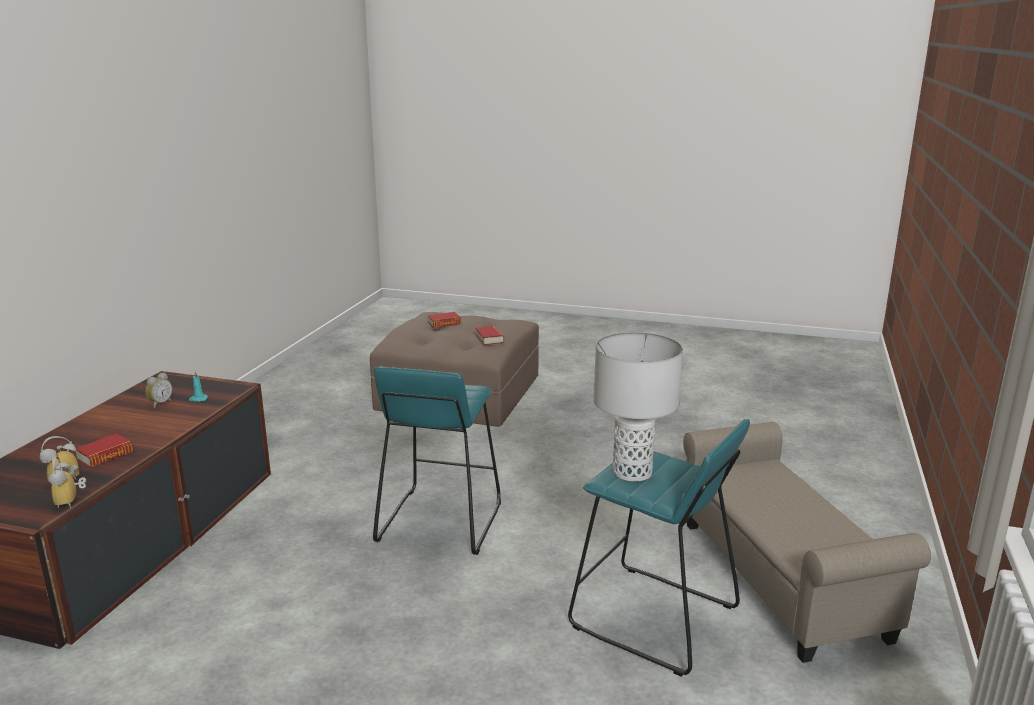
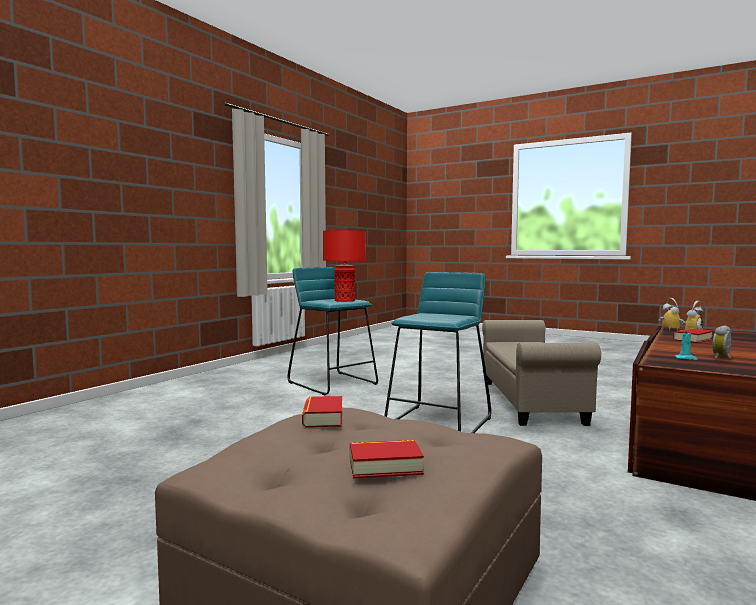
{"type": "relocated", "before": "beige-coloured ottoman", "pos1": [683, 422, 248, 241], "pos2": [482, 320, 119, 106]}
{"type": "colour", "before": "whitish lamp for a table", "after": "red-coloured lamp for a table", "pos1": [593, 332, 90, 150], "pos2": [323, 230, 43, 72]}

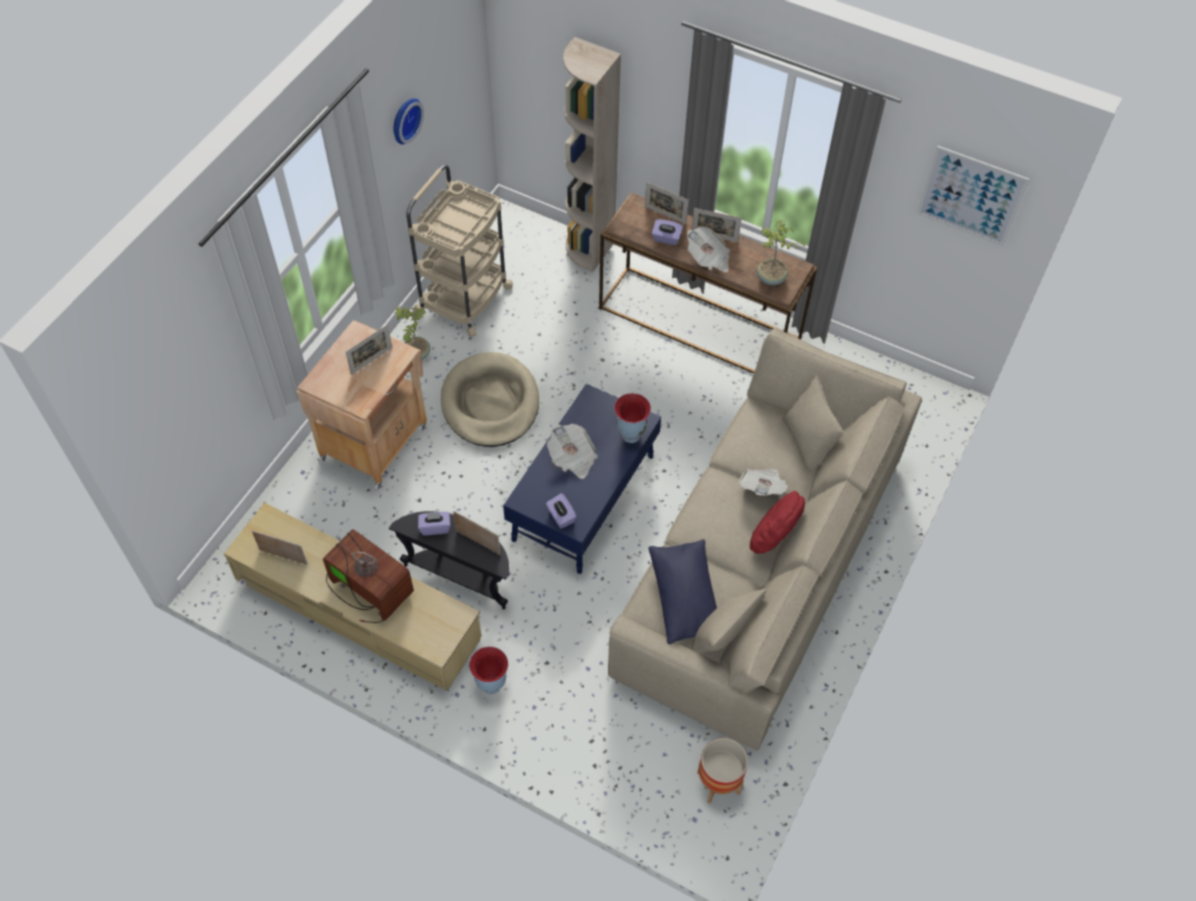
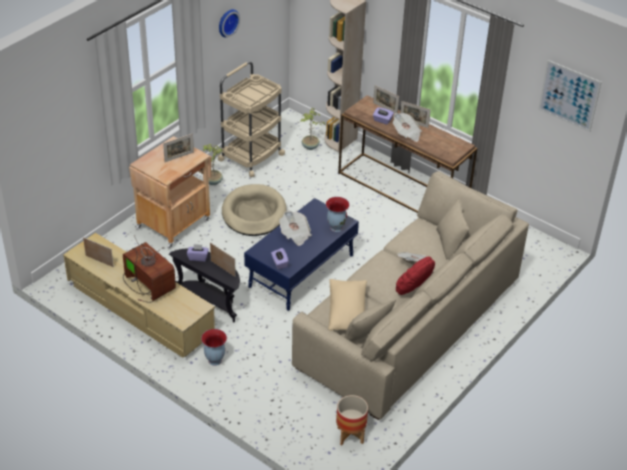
{"type": "relocated", "before": "plant in a pot", "pos1": [757, 220, 48, 65], "pos2": [301, 108, 24, 42]}
{"type": "colour", "before": "blue throw pillow", "after": "beige-coloured throw pillow", "pos1": [648, 539, 69, 105], "pos2": [328, 279, 39, 52]}

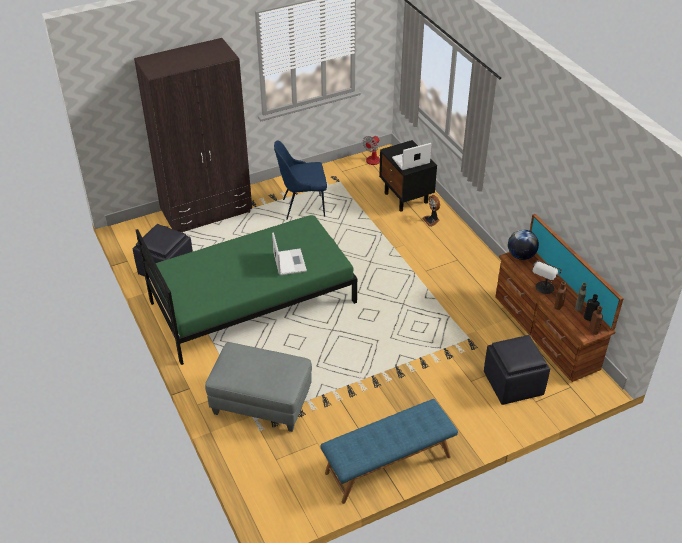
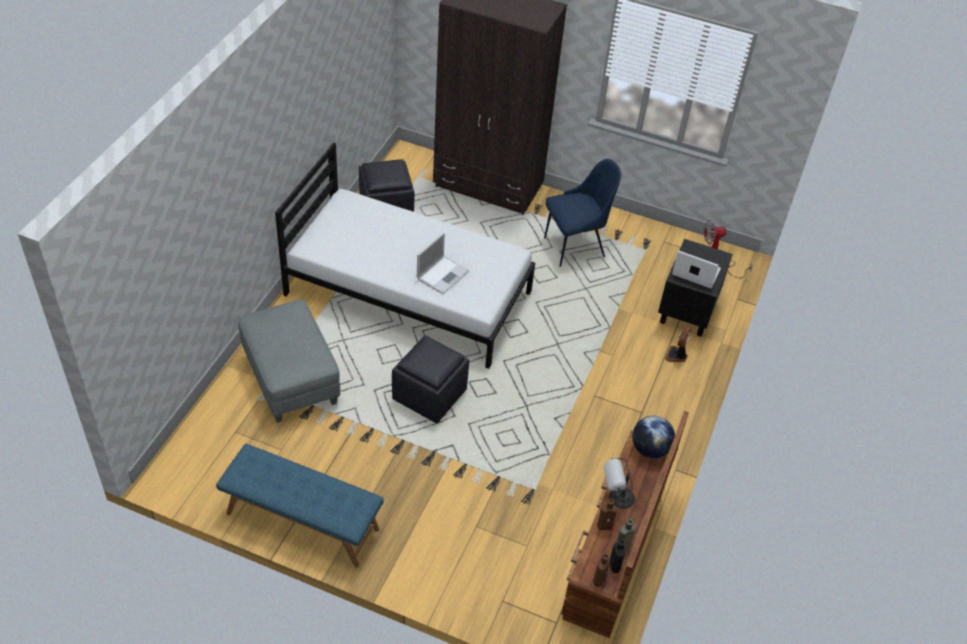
{"type": "relocated", "before": "blackish ottoman", "pos1": [484, 335, 66, 70], "pos2": [392, 335, 77, 88]}
{"type": "colour", "before": "greenish bedroom bed", "after": "whitish bedroom bed", "pos1": [136, 215, 221, 150], "pos2": [275, 142, 260, 227]}
{"type": "spun", "before": "blue plain chair", "pos1": [274, 140, 53, 80], "pos2": [544, 159, 77, 108], "turn": 120}

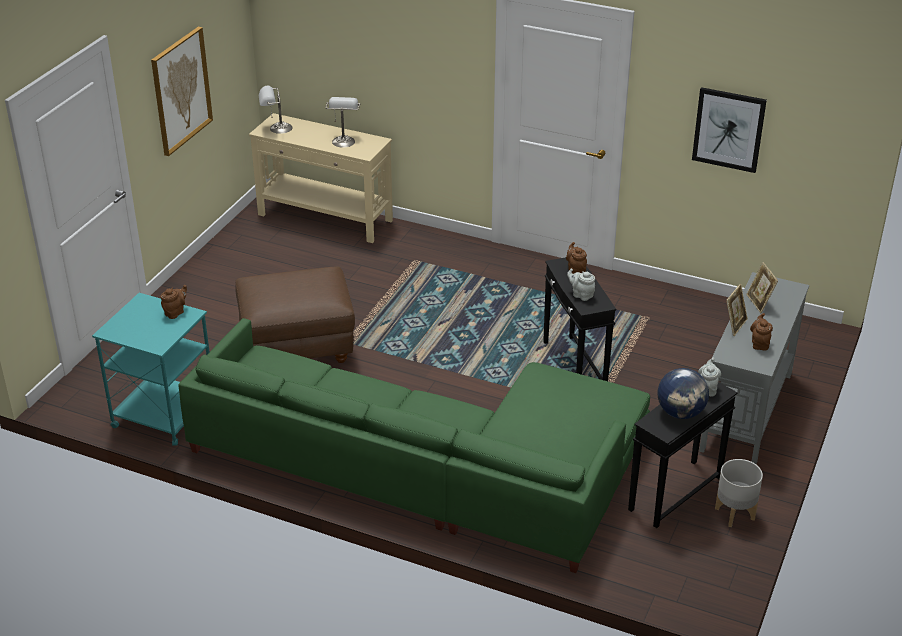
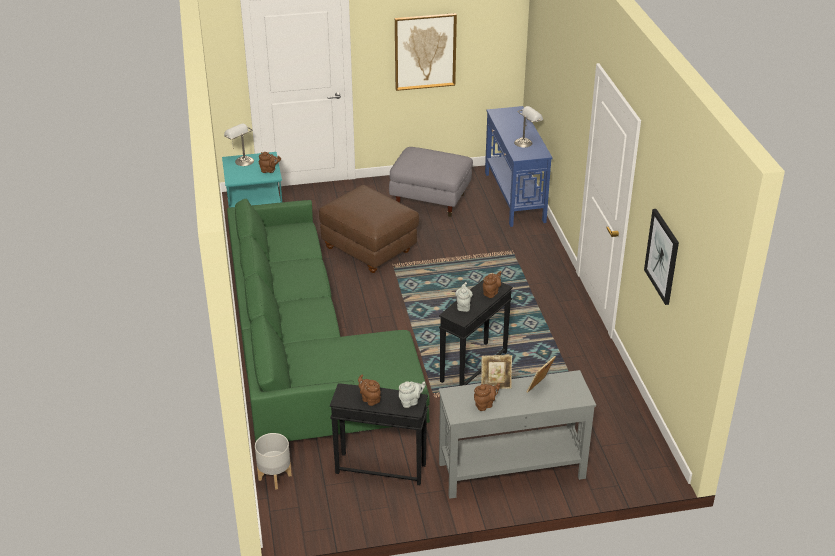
{"type": "appeared", "after": "greyish ottoman", "pos2": [389, 147, 84, 70]}
{"type": "relocated", "before": "whitish lamp for a table", "pos1": [259, 86, 34, 48], "pos2": [224, 123, 30, 43]}
{"type": "relocated", "before": "greyish plant pot", "pos1": [715, 459, 48, 68], "pos2": [255, 433, 37, 57]}
{"type": "exchanged", "before": "globe", "after": "brown tea pot", "pos1": [657, 368, 52, 51], "pos2": [358, 375, 23, 31]}
{"type": "colour", "before": "beige-coloured narrow table", "after": "blue narrow table", "pos1": [249, 113, 144, 130], "pos2": [485, 106, 68, 121]}

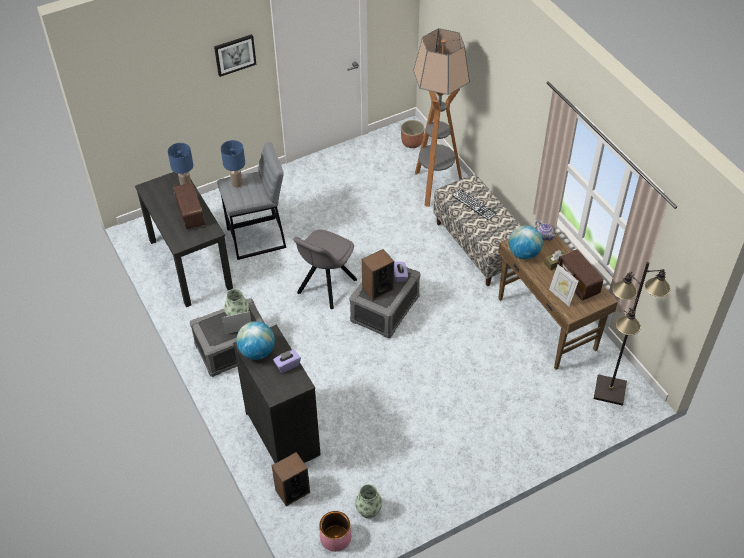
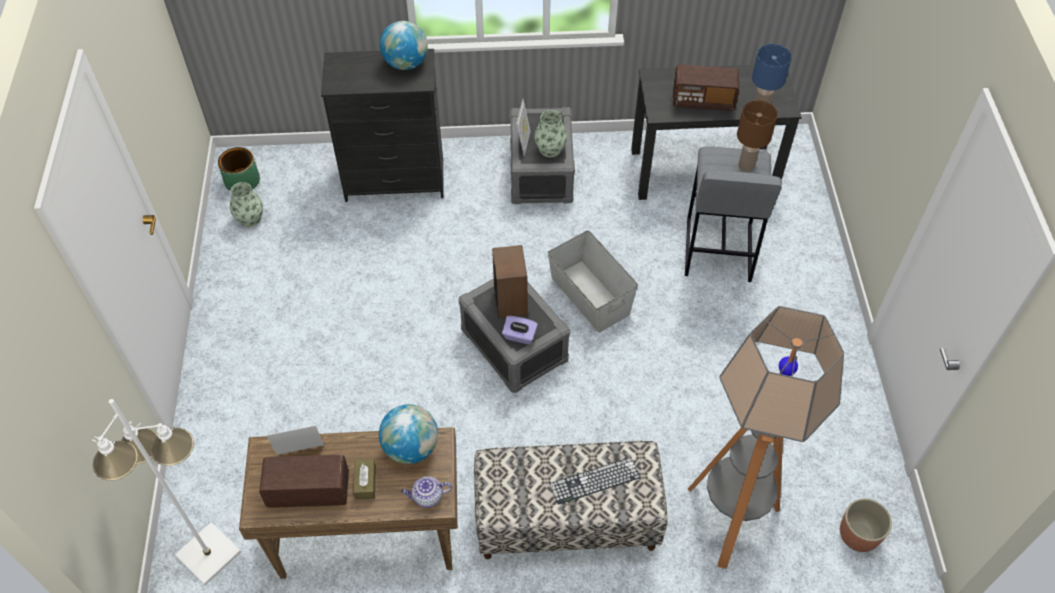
{"type": "missing", "before": "wall art", "pos1": [214, 34, 43, 43]}
{"type": "missing", "before": "audio speaker", "pos1": [271, 452, 39, 54]}
{"type": "missing", "before": "purple-coloured tissue holder", "pos1": [273, 350, 28, 23]}
{"type": "exchanged", "before": "greyish plain chair", "after": "greyish storage bin", "pos1": [293, 229, 64, 80], "pos2": [547, 230, 91, 103]}
{"type": "colour", "before": "blue lamp for a table", "after": "brown lamp for a table", "pos1": [221, 140, 24, 48], "pos2": [737, 100, 41, 72]}
{"type": "colour", "before": "pink-coloured plant pot", "after": "greenish plant pot", "pos1": [319, 511, 32, 41], "pos2": [218, 147, 42, 44]}
{"type": "colour", "before": "blackish floor lamp", "after": "whitish floor lamp", "pos1": [594, 262, 77, 144], "pos2": [92, 399, 149, 186]}

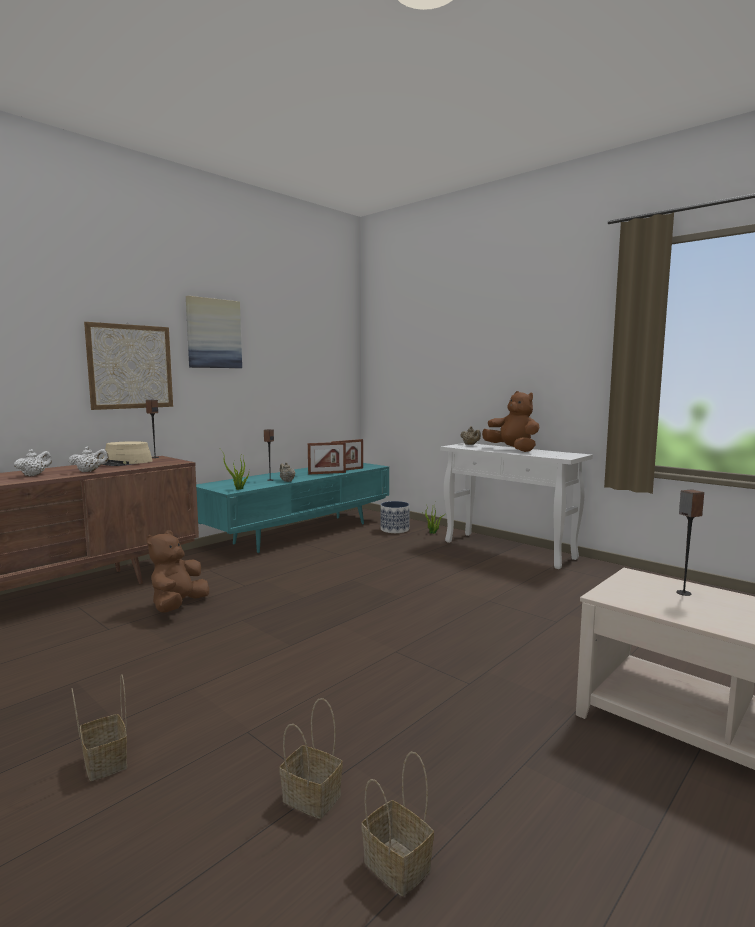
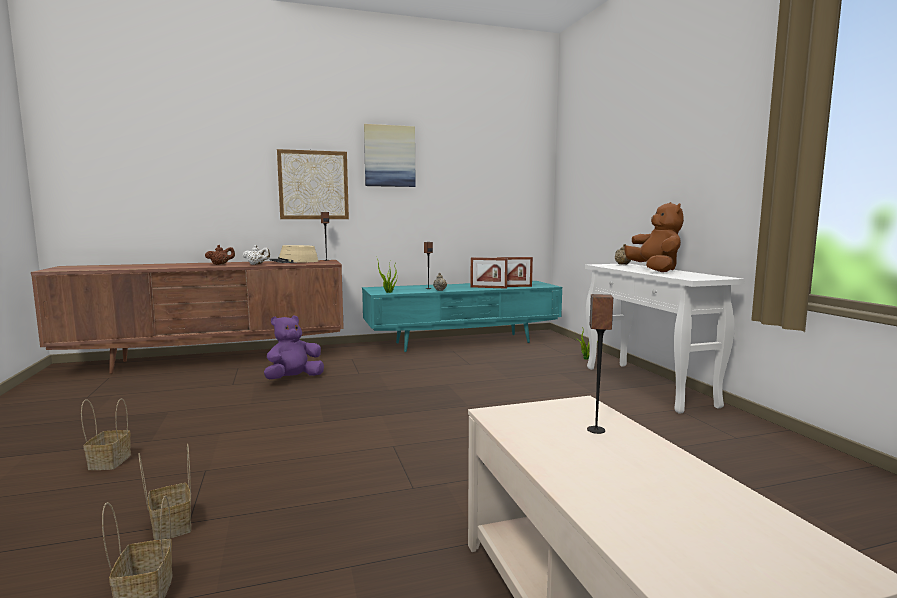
{"type": "missing", "before": "plant pot", "pos1": [381, 501, 29, 32]}
{"type": "colour", "before": "whitish tea pot", "after": "brown tea pot", "pos1": [14, 449, 38, 27], "pos2": [205, 245, 30, 20]}
{"type": "colour", "before": "brown soft toy", "after": "purple-coloured soft toy", "pos1": [147, 530, 62, 83], "pos2": [264, 316, 60, 63]}

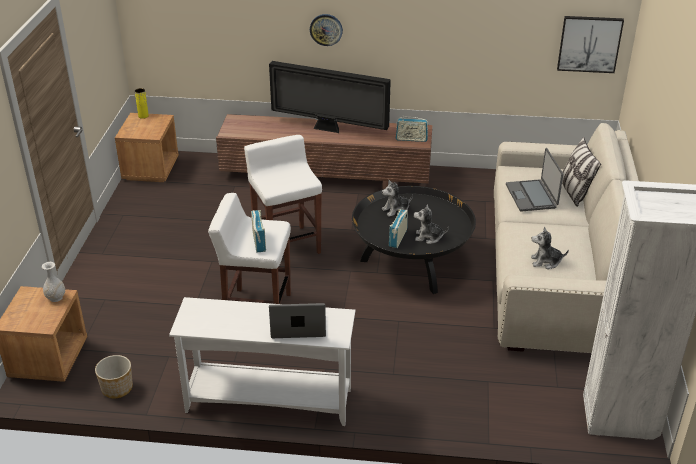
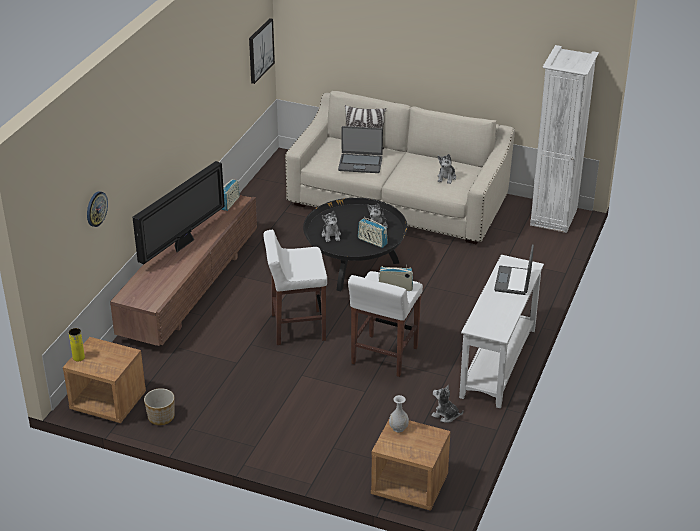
{"type": "appeared", "after": "soft toy", "pos2": [431, 384, 33, 39]}
{"type": "relocated", "before": "plant pot", "pos1": [95, 355, 38, 43], "pos2": [144, 388, 31, 37]}
{"type": "relocated", "before": "hanging clock", "pos1": [310, 14, 33, 32], "pos2": [87, 191, 21, 36]}

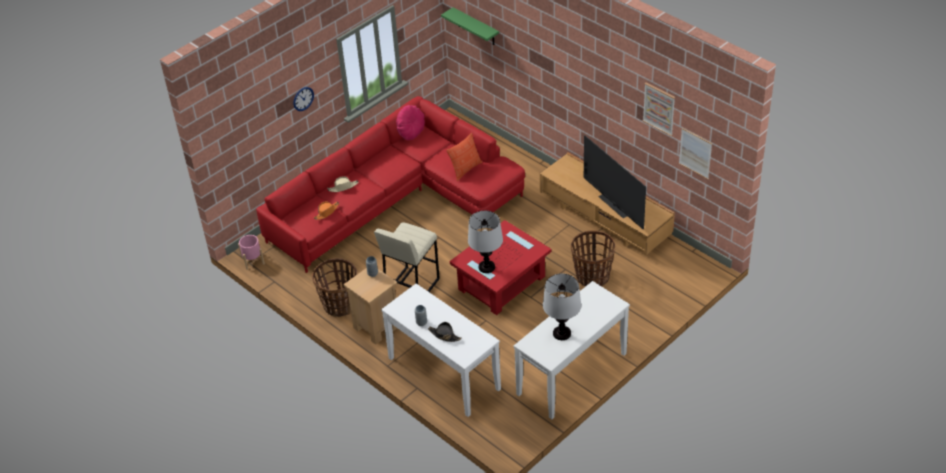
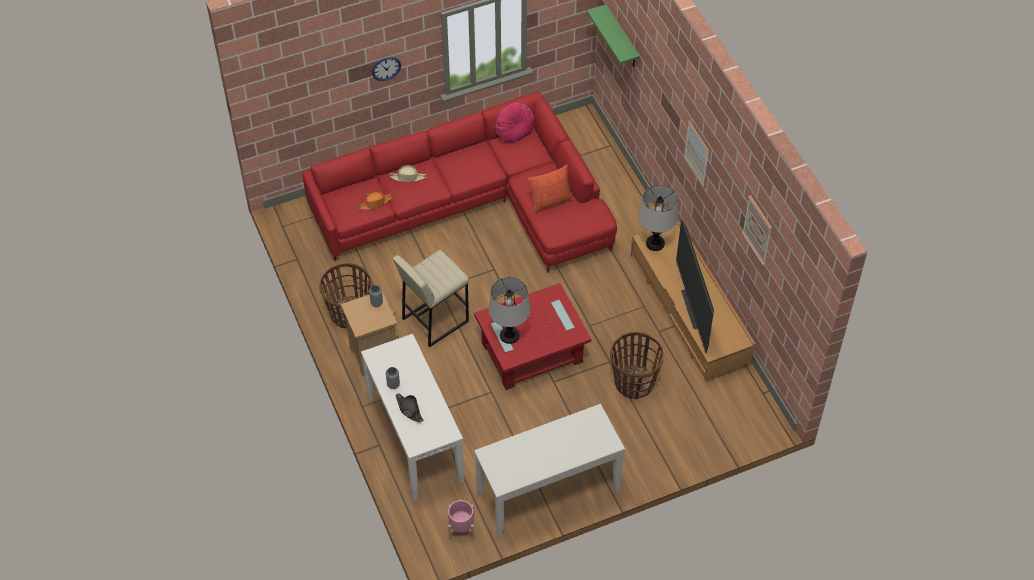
{"type": "relocated", "before": "pink-coloured plant pot", "pos1": [238, 235, 27, 35], "pos2": [448, 500, 26, 40]}
{"type": "relocated", "before": "lamp for a table", "pos1": [543, 274, 38, 66], "pos2": [638, 185, 40, 66]}
{"type": "relocated", "before": "wall art", "pos1": [679, 128, 33, 51], "pos2": [684, 121, 25, 66]}

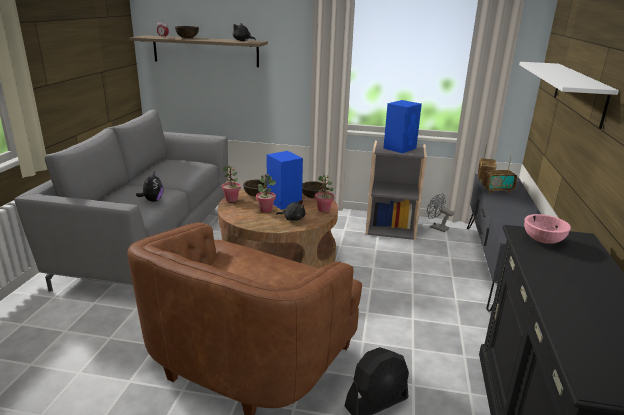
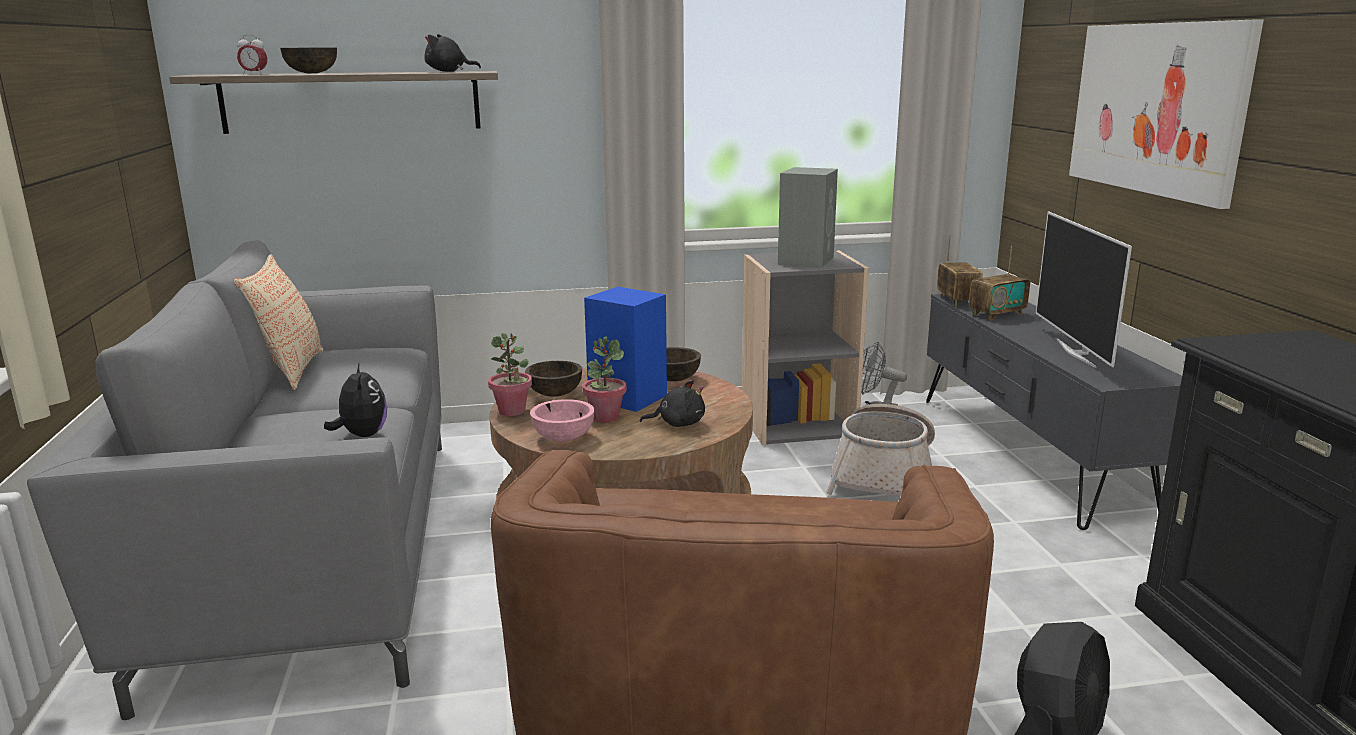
{"type": "missing", "before": "plant in a pot", "pos1": [315, 175, 19, 37]}
{"type": "appeared", "after": "beige-coloured throw pillow", "pos2": [234, 254, 89, 136]}
{"type": "appeared", "after": "household basket", "pos2": [826, 404, 109, 92]}
{"type": "appeared", "after": "TV", "pos2": [1036, 212, 96, 156]}
{"type": "relocated", "before": "pink-coloured bowl", "pos1": [524, 214, 47, 30], "pos2": [530, 399, 64, 43]}
{"type": "exchanged", "before": "whitish wall shelf", "after": "wall art", "pos1": [519, 62, 100, 67], "pos2": [1069, 20, 195, 189]}
{"type": "colour", "before": "blue audio speaker", "after": "greyish audio speaker", "pos1": [383, 100, 39, 54], "pos2": [778, 167, 60, 101]}

